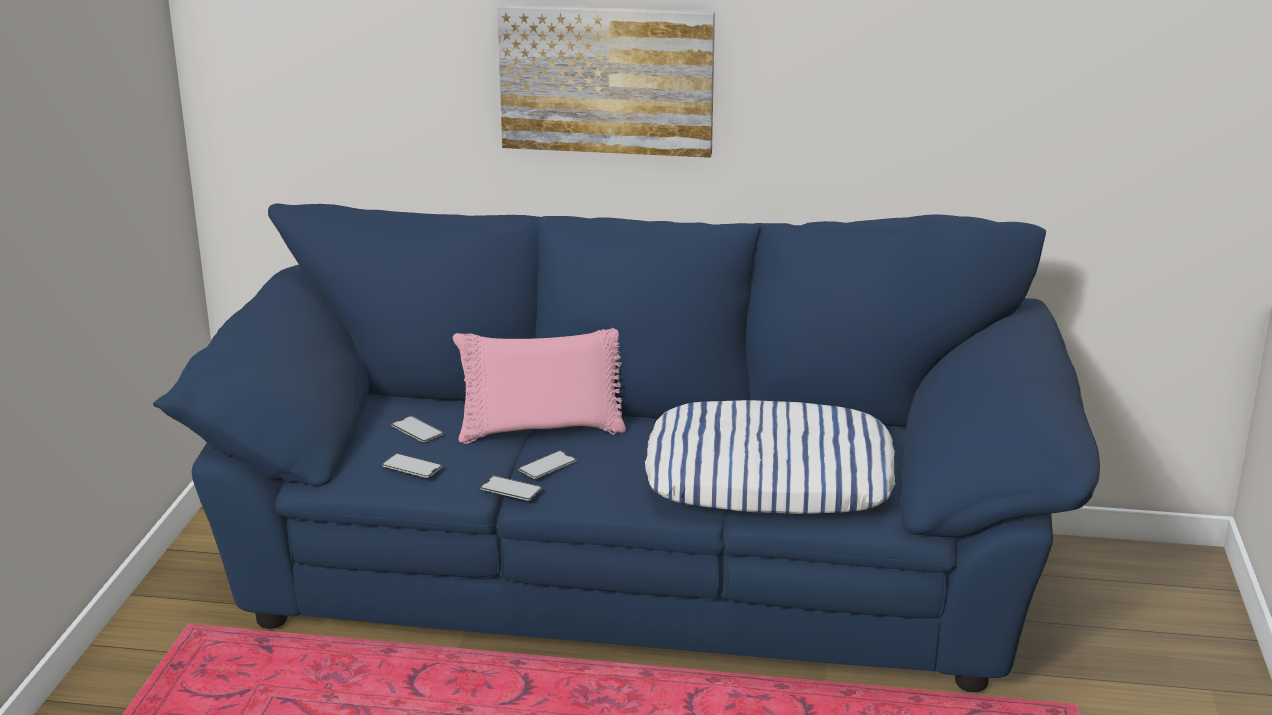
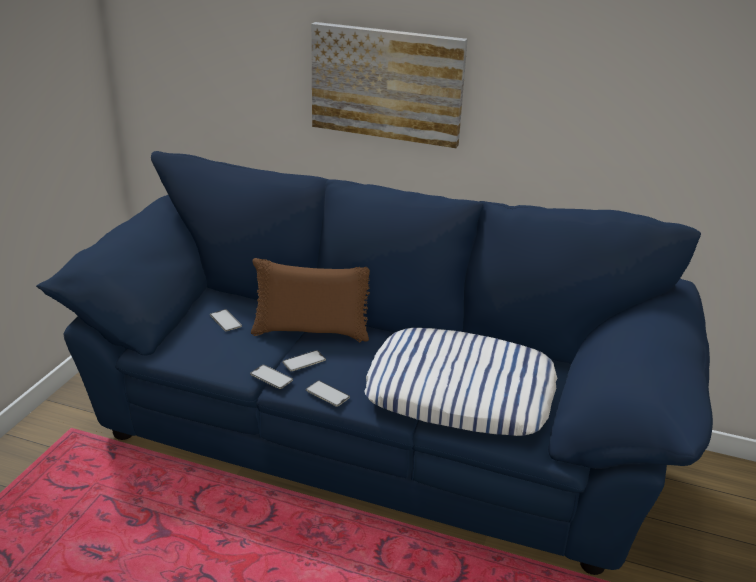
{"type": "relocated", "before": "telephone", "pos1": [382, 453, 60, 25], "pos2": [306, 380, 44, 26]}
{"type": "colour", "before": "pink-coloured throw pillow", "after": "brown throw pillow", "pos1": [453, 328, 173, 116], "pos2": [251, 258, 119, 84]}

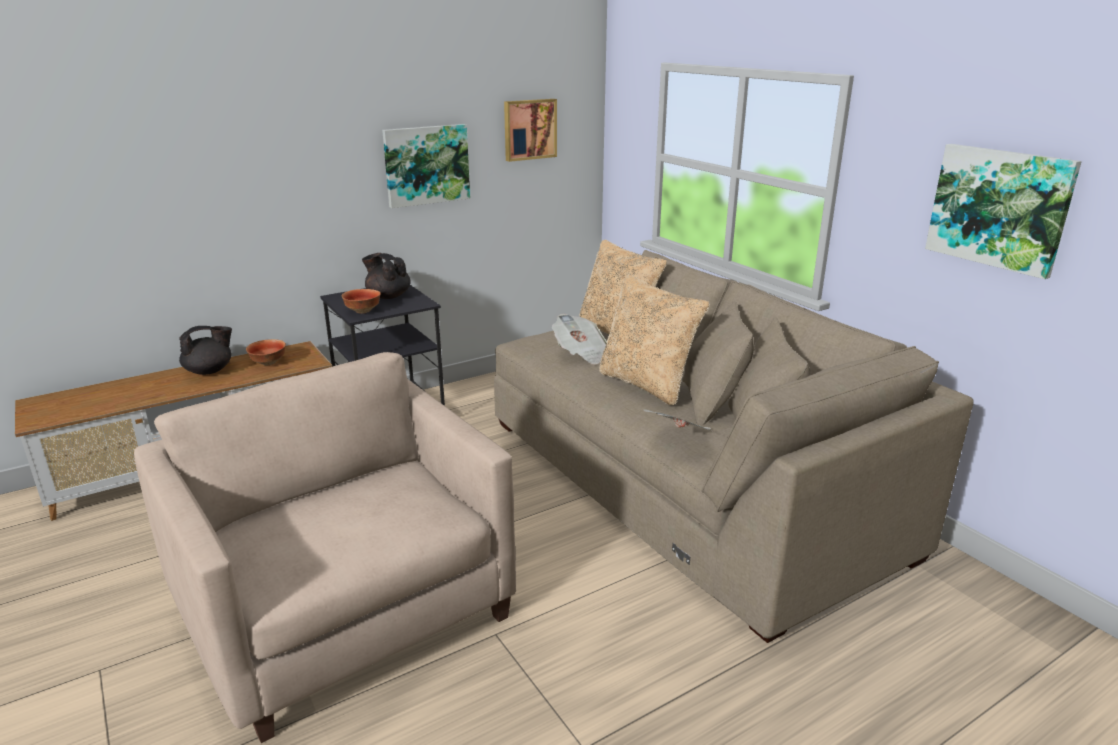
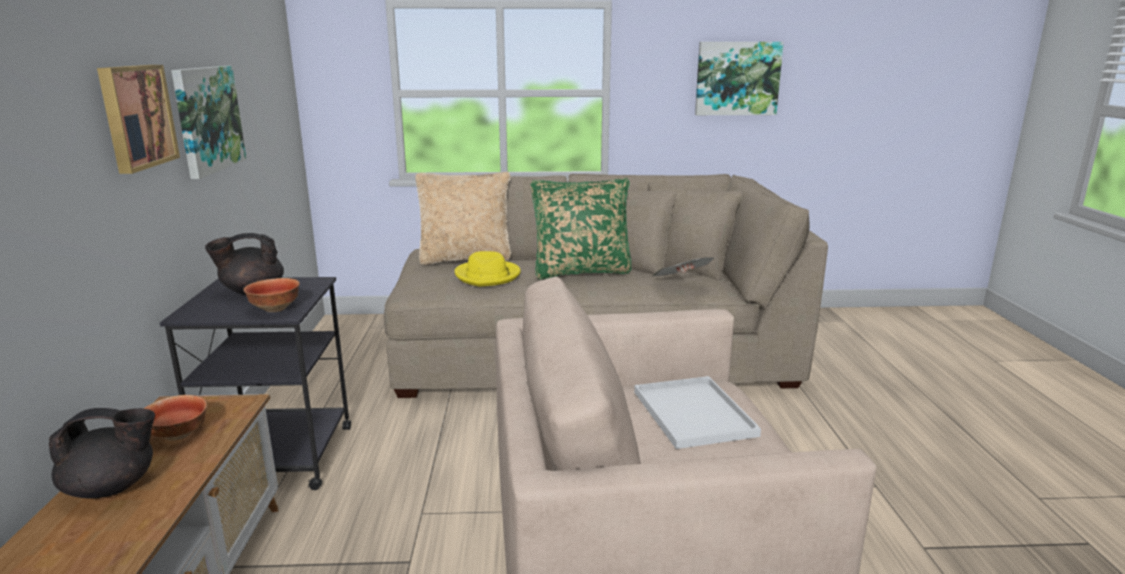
{"type": "appeared", "after": "whitish carrying tray", "pos2": [634, 376, 127, 73]}
{"type": "relocated", "before": "wall art", "pos1": [504, 99, 53, 63], "pos2": [97, 65, 83, 109]}
{"type": "exchanged", "before": "newspaper", "after": "yellow wearable hat", "pos1": [552, 314, 55, 51], "pos2": [455, 251, 66, 35]}
{"type": "colour", "before": "beige-coloured throw pillow", "after": "greenish throw pillow", "pos1": [599, 275, 111, 130], "pos2": [530, 178, 102, 102]}
{"type": "spun", "before": "blackish tea pot", "pos1": [179, 326, 53, 49], "pos2": [49, 408, 106, 90], "turn": 75}

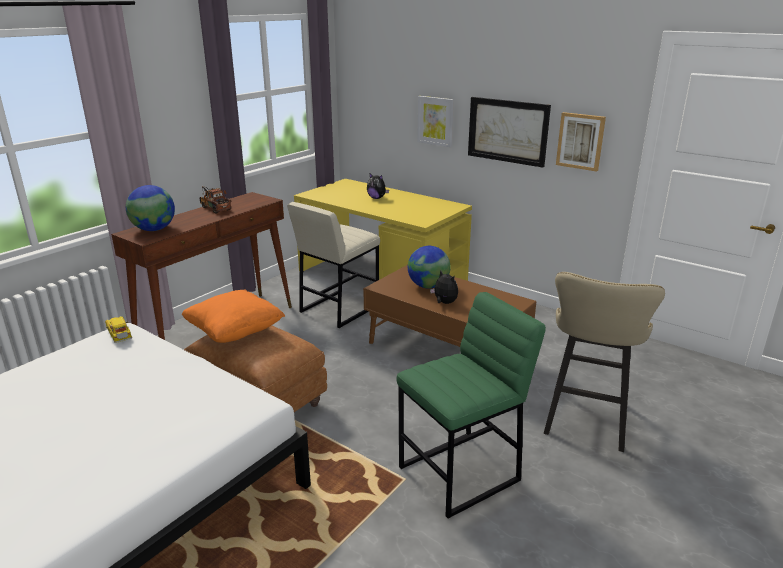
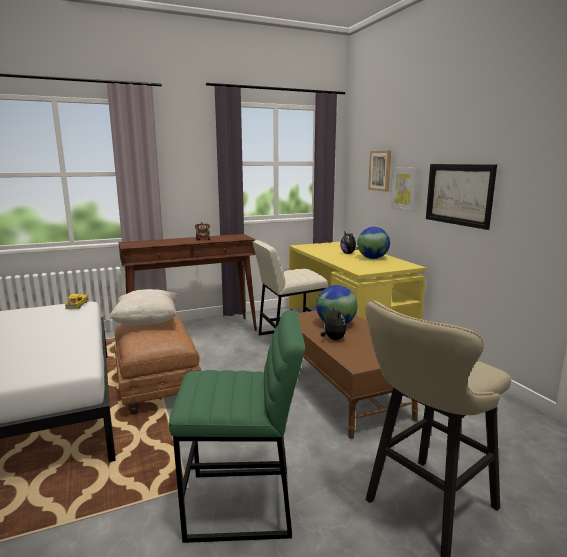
{"type": "relocated", "before": "globe", "pos1": [126, 185, 49, 46], "pos2": [357, 227, 33, 32]}
{"type": "relocated", "before": "wall art", "pos1": [556, 112, 50, 60], "pos2": [368, 151, 23, 41]}
{"type": "colour", "before": "orange throw pillow", "after": "beige-coloured throw pillow", "pos1": [182, 290, 103, 53], "pos2": [109, 289, 69, 36]}

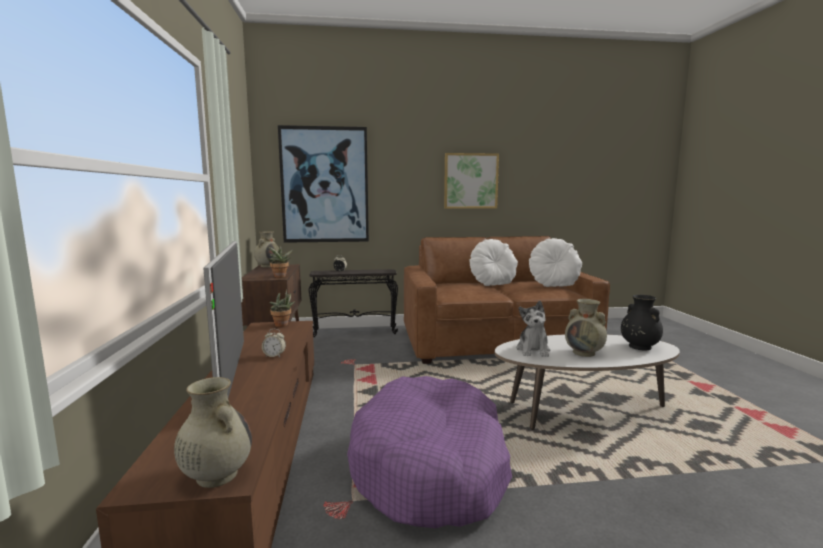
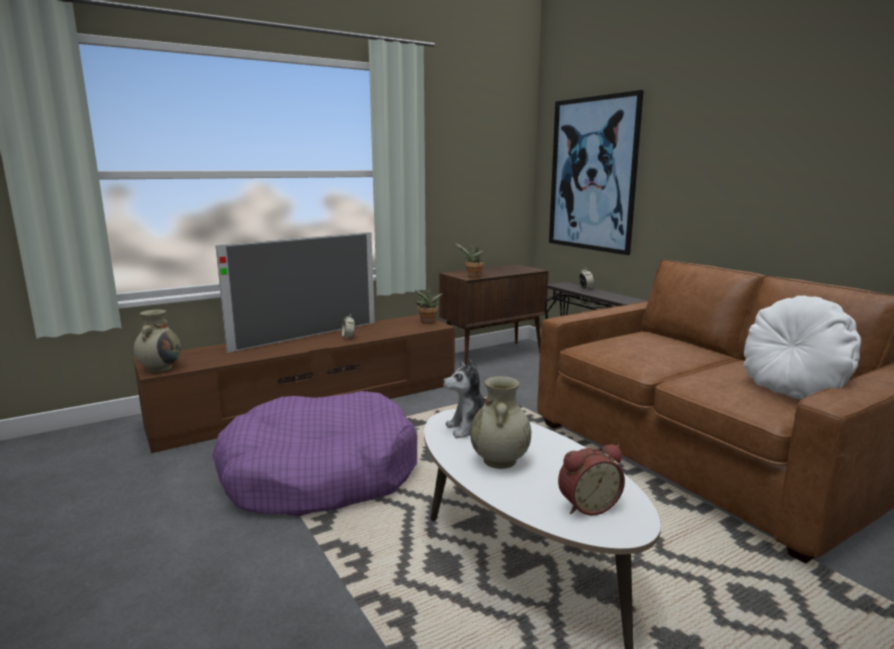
{"type": "missing", "before": "beige-coloured decorative vase", "pos1": [254, 231, 25, 37]}
{"type": "missing", "before": "wall art", "pos1": [444, 153, 55, 56]}
{"type": "missing", "before": "whitish throw pillow", "pos1": [469, 239, 49, 47]}
{"type": "exchanged", "before": "blackish decorative vase", "after": "alarm clock", "pos1": [621, 295, 42, 56], "pos2": [558, 444, 67, 71]}

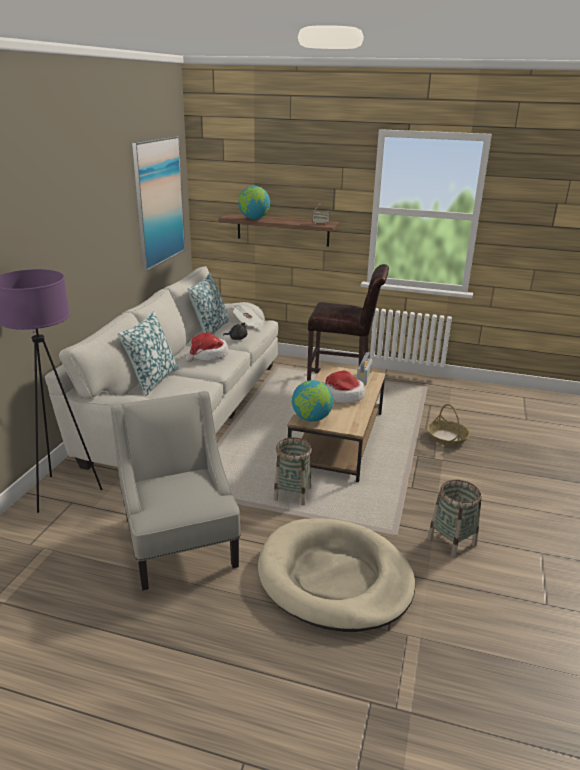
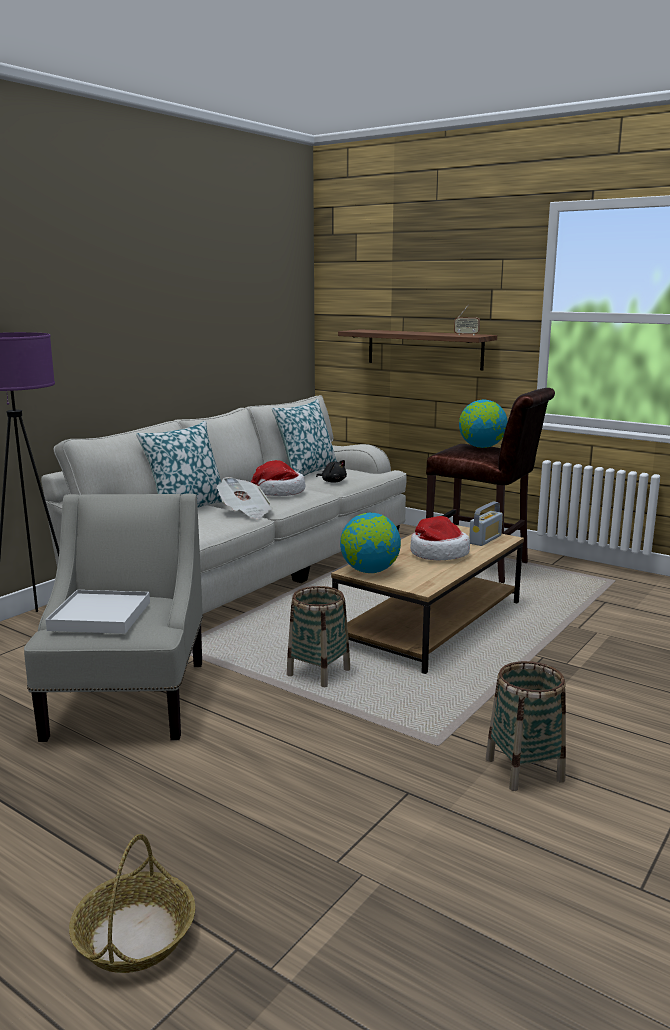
{"type": "missing", "before": "wall art", "pos1": [132, 136, 54, 135]}
{"type": "missing", "before": "beige-coloured dog cushion", "pos1": [258, 518, 158, 114]}
{"type": "appeared", "after": "whitish carrying tray", "pos2": [46, 590, 104, 44]}
{"type": "relocated", "before": "newspaper", "pos1": [233, 304, 32, 26], "pos2": [217, 477, 56, 42]}
{"type": "relocated", "before": "globe", "pos1": [238, 186, 32, 33], "pos2": [459, 400, 49, 48]}
{"type": "relocated", "before": "household basket", "pos1": [427, 404, 43, 42], "pos2": [69, 834, 126, 139]}

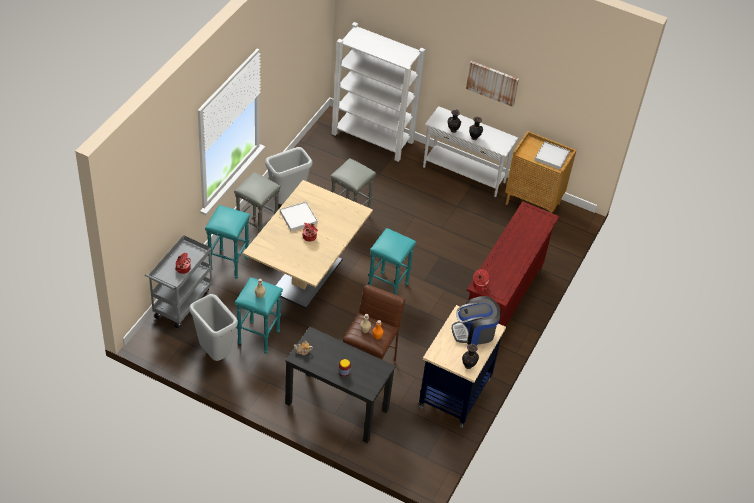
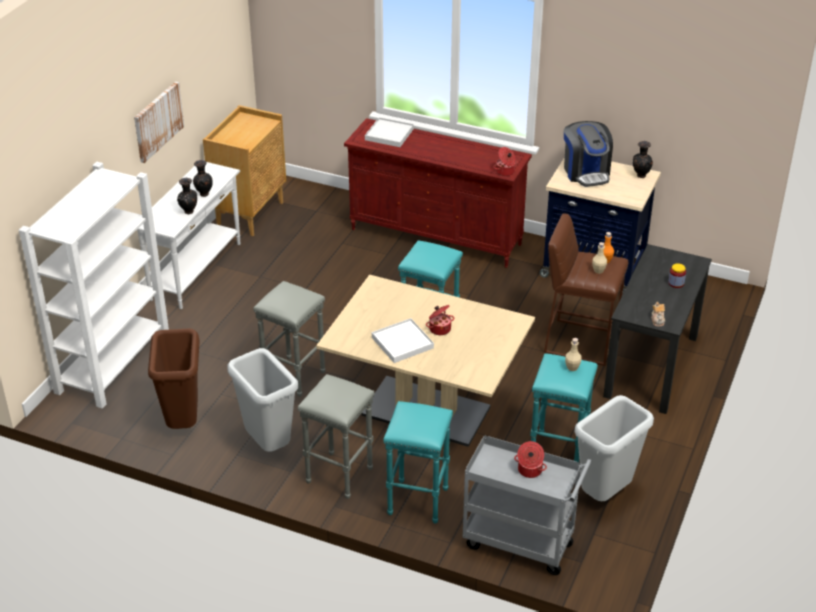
{"type": "appeared", "after": "brown trash can", "pos2": [148, 329, 52, 100]}
{"type": "relocated", "before": "whitish carrying tray", "pos1": [535, 141, 35, 29], "pos2": [365, 117, 49, 30]}

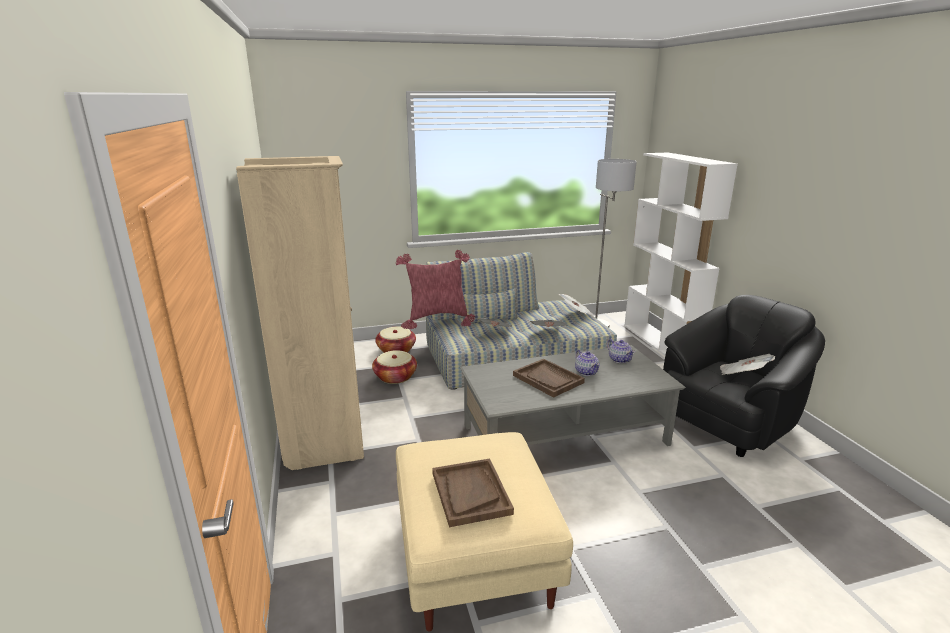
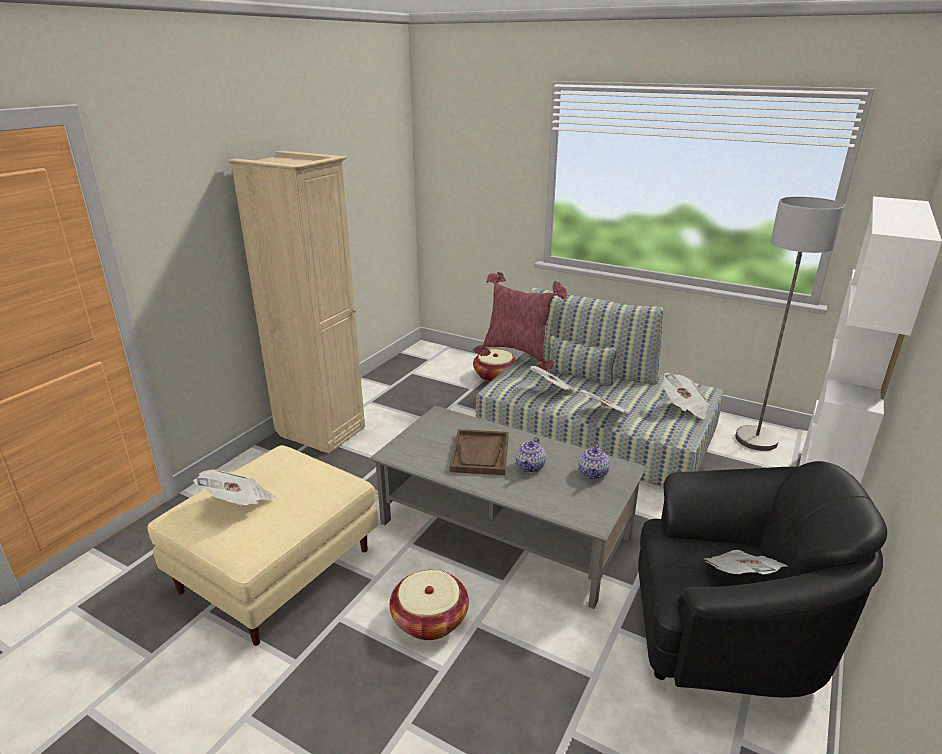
{"type": "relocated", "before": "household basket", "pos1": [372, 350, 45, 34], "pos2": [390, 570, 79, 70]}
{"type": "exchanged", "before": "brown carrying tray", "after": "newspaper", "pos1": [432, 458, 82, 69], "pos2": [193, 469, 83, 37]}

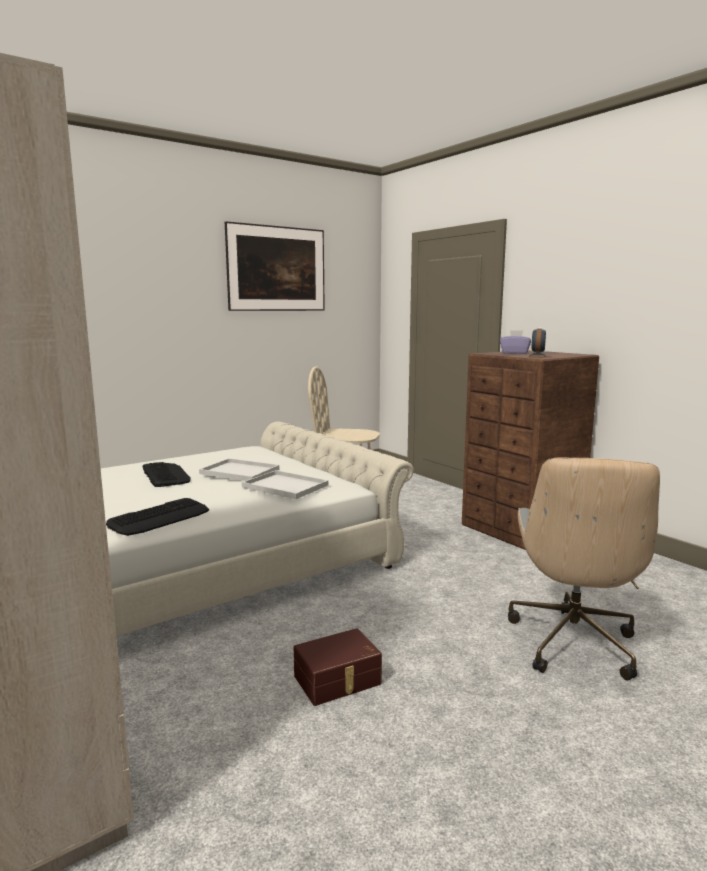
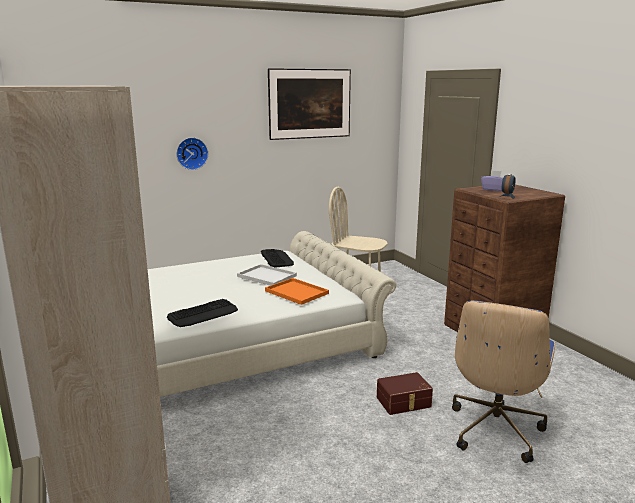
{"type": "appeared", "after": "hanging clock", "pos2": [176, 137, 32, 33]}
{"type": "relocated", "before": "PC keyboard", "pos1": [142, 462, 49, 25], "pos2": [261, 249, 33, 19]}
{"type": "relocated", "before": "brown storage bin", "pos1": [294, 628, 88, 78], "pos2": [377, 372, 56, 43]}
{"type": "colour", "before": "whitish carrying tray", "after": "orange carrying tray", "pos1": [242, 470, 86, 29], "pos2": [265, 278, 64, 27]}
{"type": "colour", "before": "greyish computer chair", "after": "blue computer chair", "pos1": [508, 458, 152, 222], "pos2": [452, 300, 103, 163]}

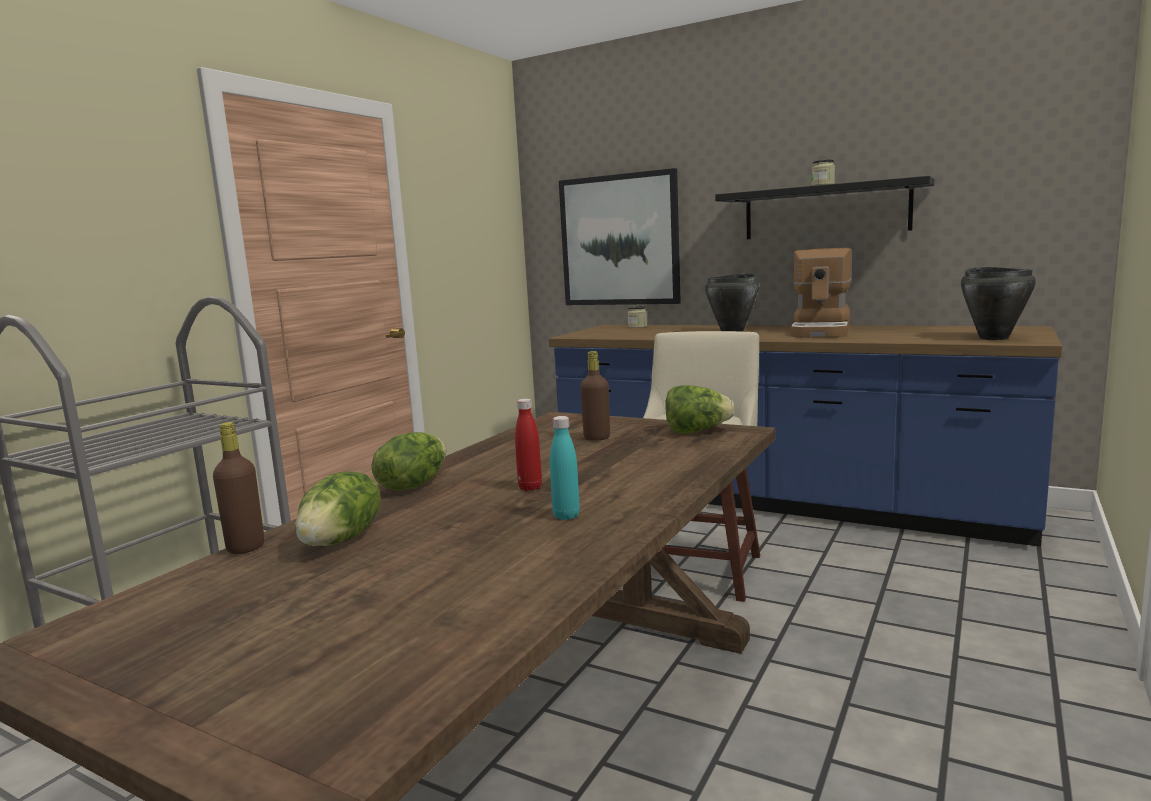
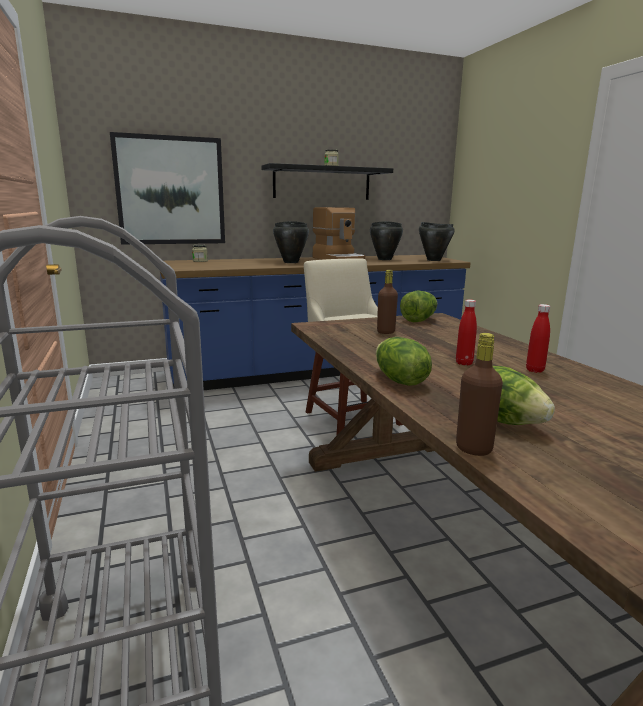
{"type": "appeared", "after": "blackish cooking pot", "pos2": [370, 221, 33, 39]}
{"type": "colour", "before": "blue-green drink bottle", "after": "red-coloured drink bottle", "pos1": [550, 416, 30, 104], "pos2": [526, 304, 24, 69]}

